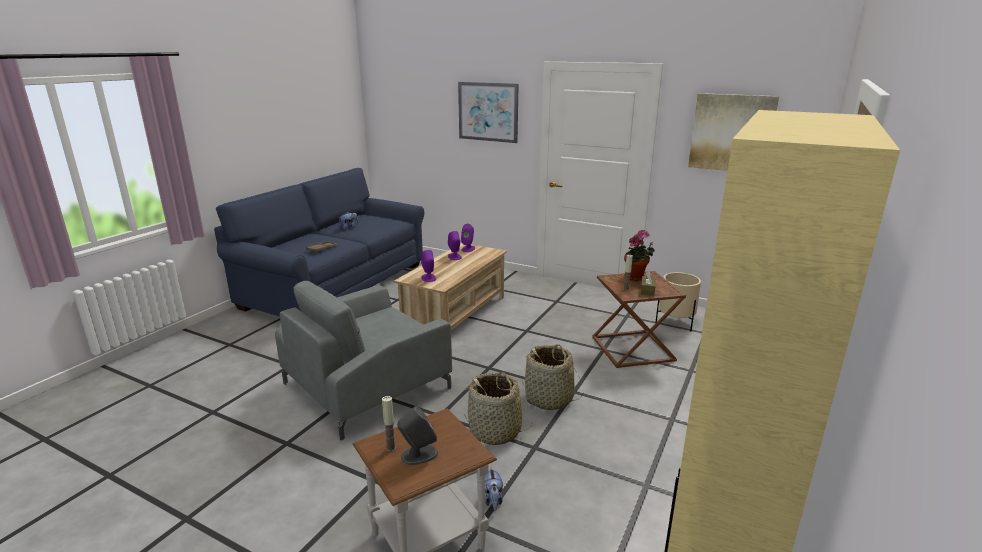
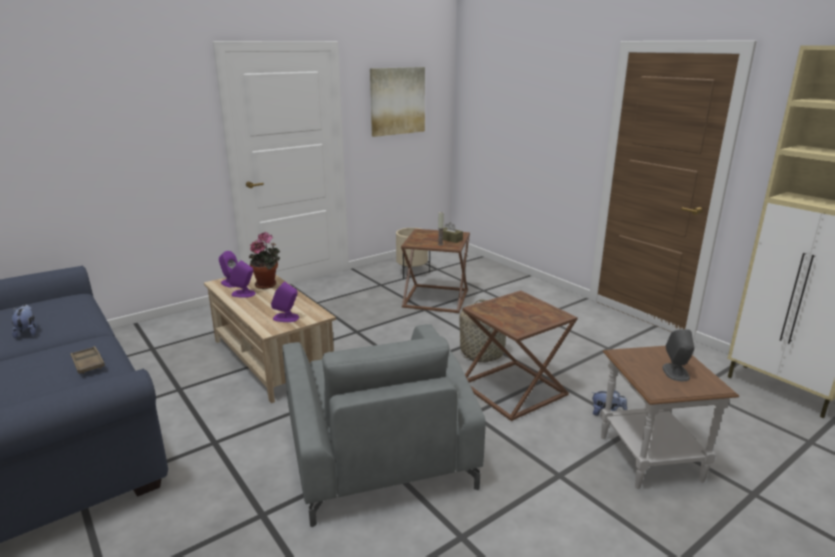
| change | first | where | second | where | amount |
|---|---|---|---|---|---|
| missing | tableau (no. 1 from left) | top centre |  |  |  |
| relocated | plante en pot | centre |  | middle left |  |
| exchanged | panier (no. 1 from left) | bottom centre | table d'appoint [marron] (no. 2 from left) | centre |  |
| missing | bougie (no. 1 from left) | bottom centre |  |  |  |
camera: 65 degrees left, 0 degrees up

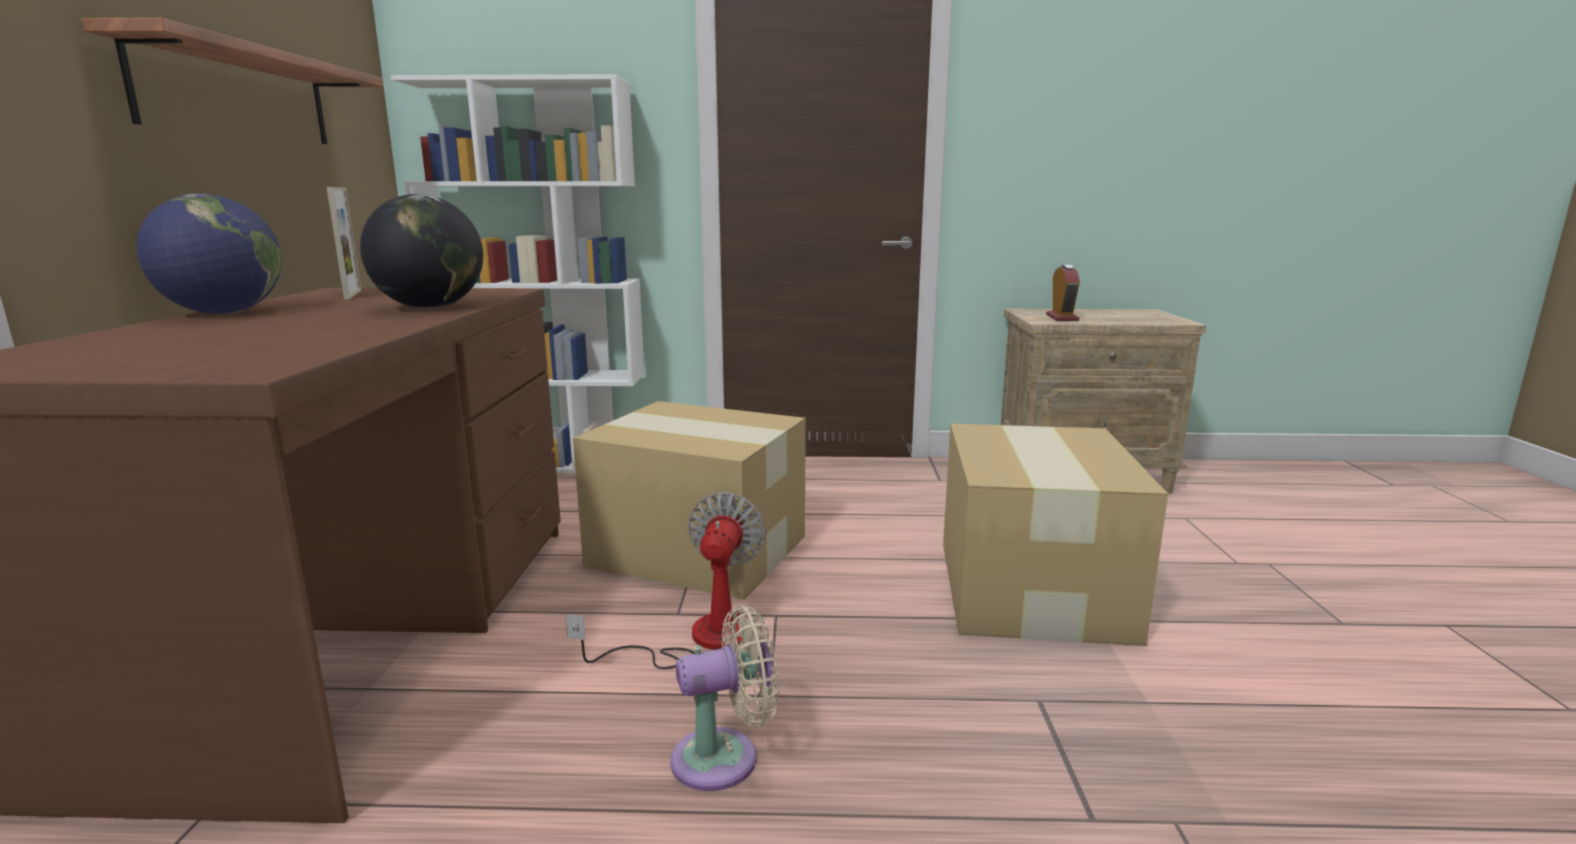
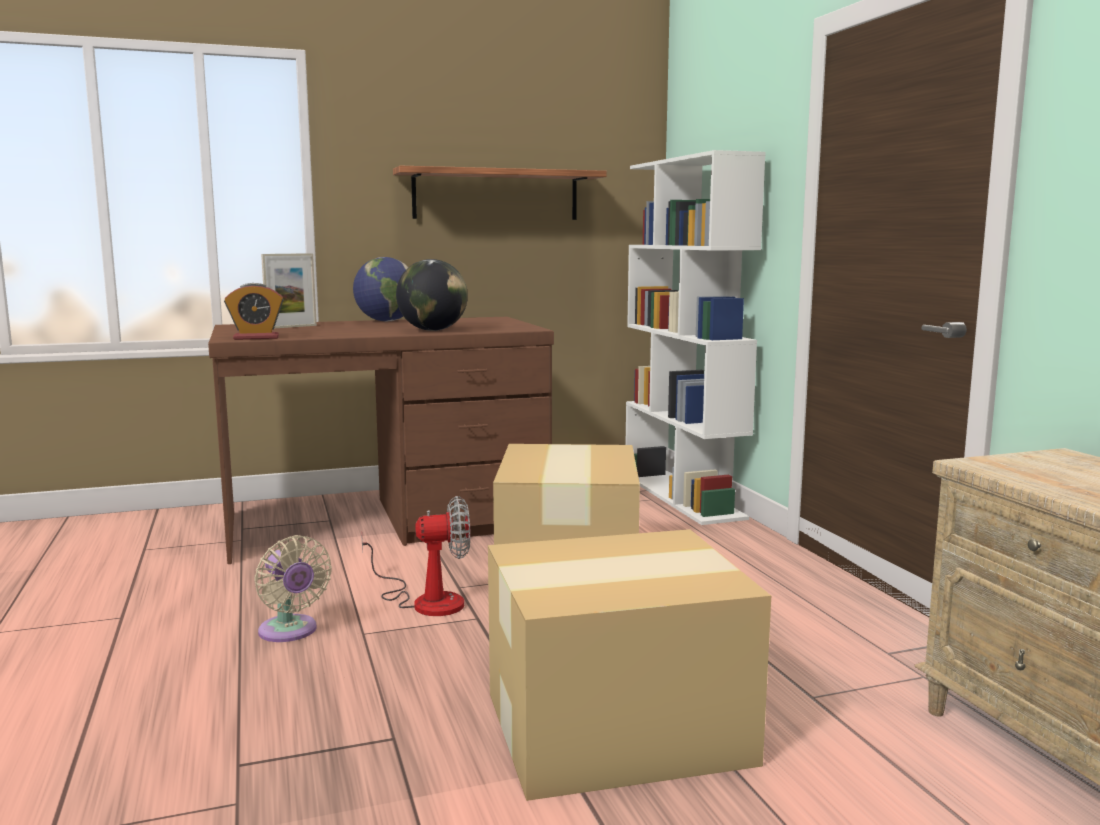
| change | first | where | second | where | amount |
|---|---|---|---|---|---|
| relocated | cadre photo | top left |  | middle left |  |
| relocated | réveil | middle right |  | middle left |  |
camera: 70 degrees right, 5 degrees down

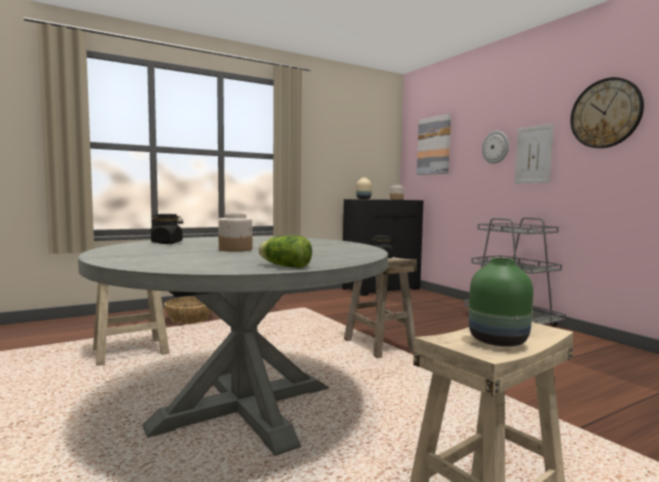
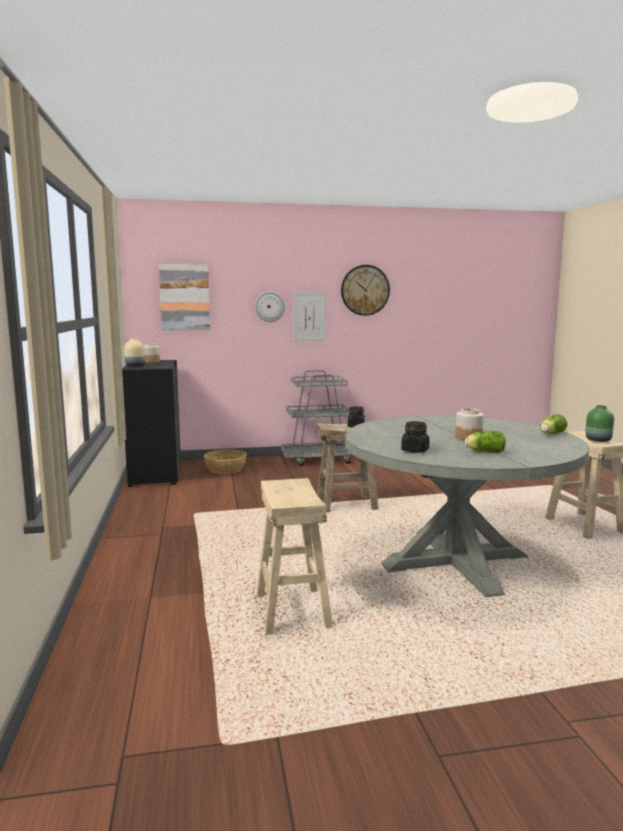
| change | first | where | second | where | amount |
|---|---|---|---|---|---|
| relocated | panier | middle left |  | centre |  |
| appeared |  |  | laitue (no. 1 from left) | middle right |  |
camera: 70 degrees left, 5 degrees up

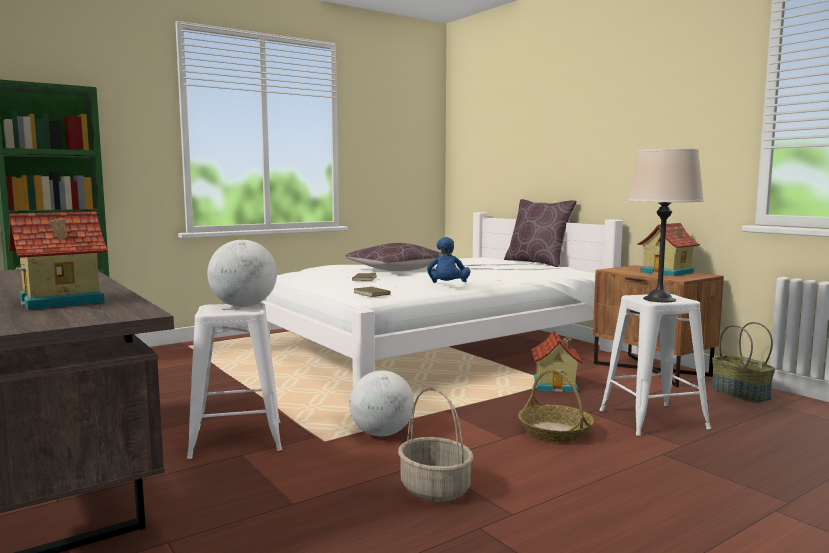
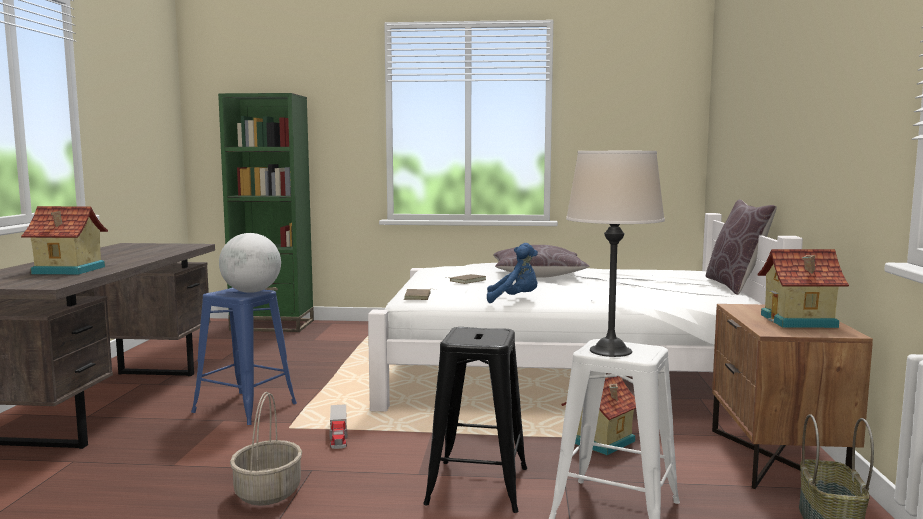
| change | first | where | second | where | amount |
|---|---|---|---|---|---|
| spun | peluche [bleu] | centre |  | centre | 135 degrees counterclockwise |
| colour | tabouret [blanc] (no. 1 from left) | bottom left | tabouret [bleu] | bottom left |  |
| exchanged | panier (no. 2 from left) | bottom right | tabouret [noir] | bottom centre |  |
| exchanged | globe (no. 2 from left) | bottom centre | camion jouet | bottom centre |  |
camera: 40 degrees right, 0 degrees up

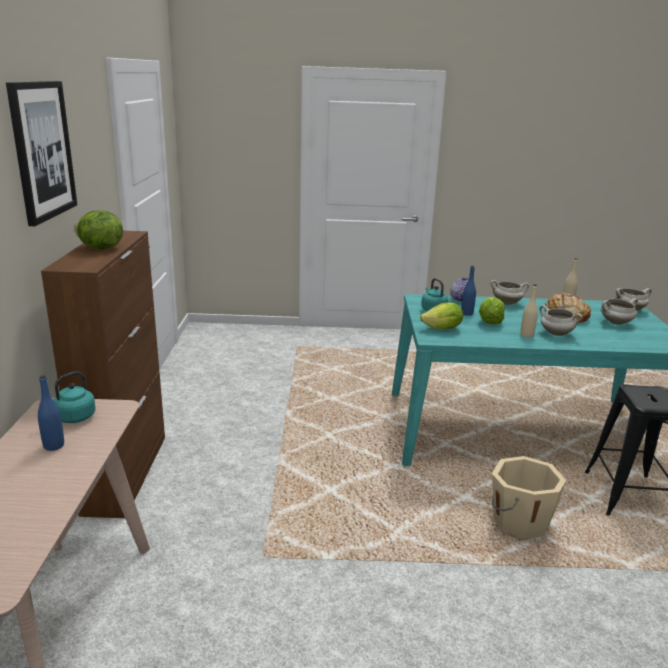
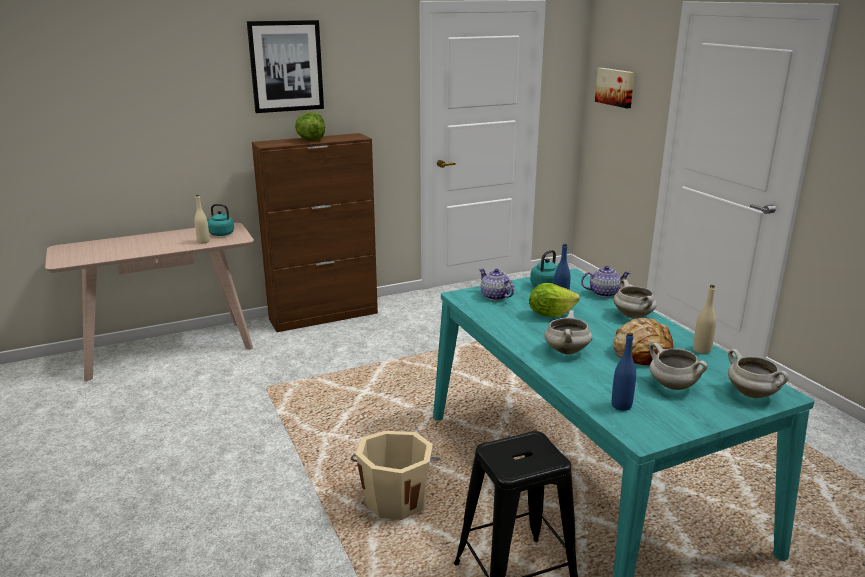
| change | first | where | second | where | amount |
|---|---|---|---|---|---|
| relocated | bouteille [beige] (no. 1 from left) | middle right |  | middle left |  |
| exchanged | laitue (no. 2 from left) | centre | théière (no. 1 from left) | centre |  |
| relocated | bouteille [bleu] (no. 1 from left in the first image) | middle left | bouteille [bleu] (no. 2 from left) | middle right |  |
| appeared |  |  | tableau (no. 2 from left) | top right |  |
camera: 65 degrees right, 0 degrees up

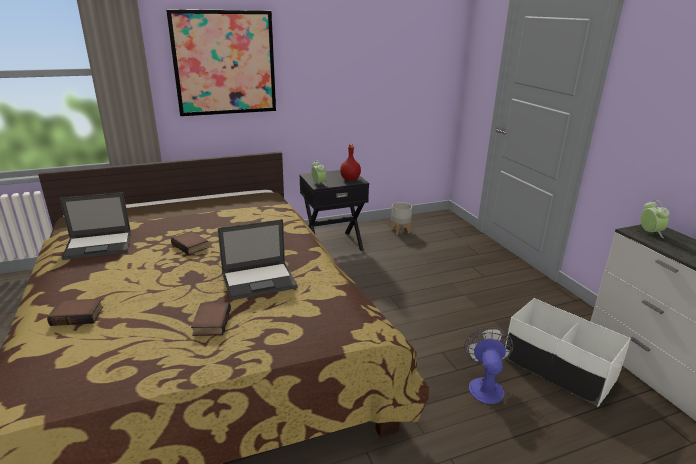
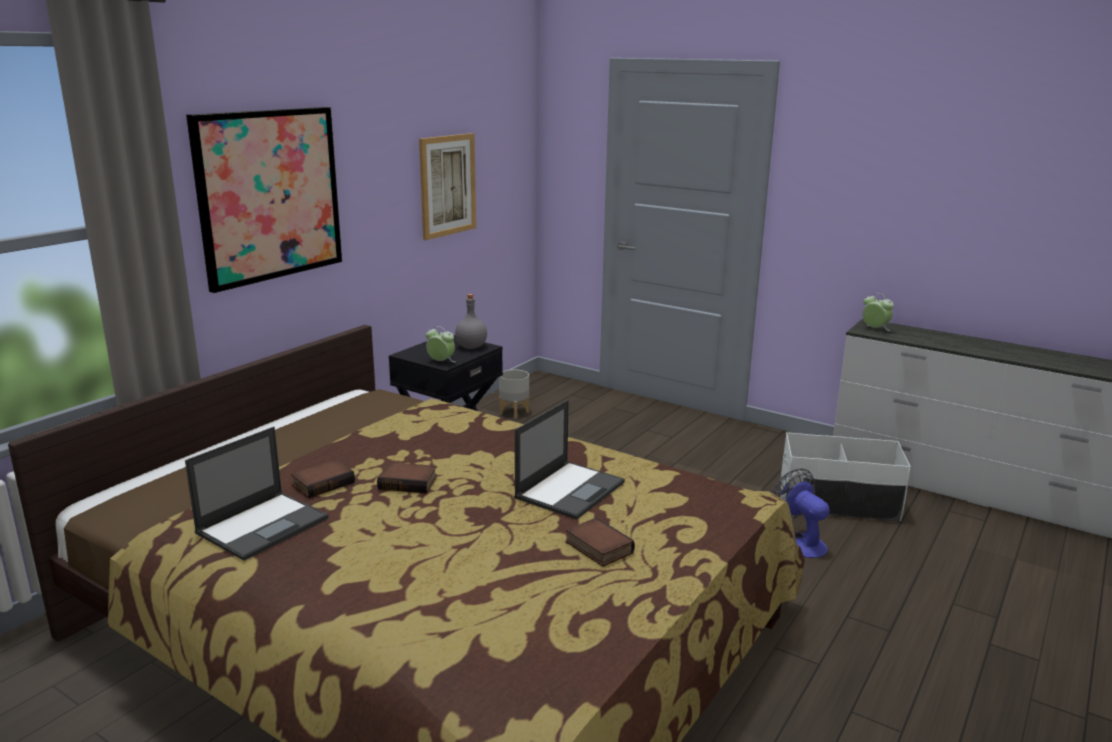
| change | first | where | second | where | amount |
|---|---|---|---|---|---|
| colour | bouteille [rouge] | centre | bouteille [gris] | centre |  |
| relocated | livre (no. 1 from left) | bottom left |  | middle left |  |
| appeared |  |  | tableau (no. 2 from left) | top centre |  |
camera: 35 degrees left, 5 degrees down

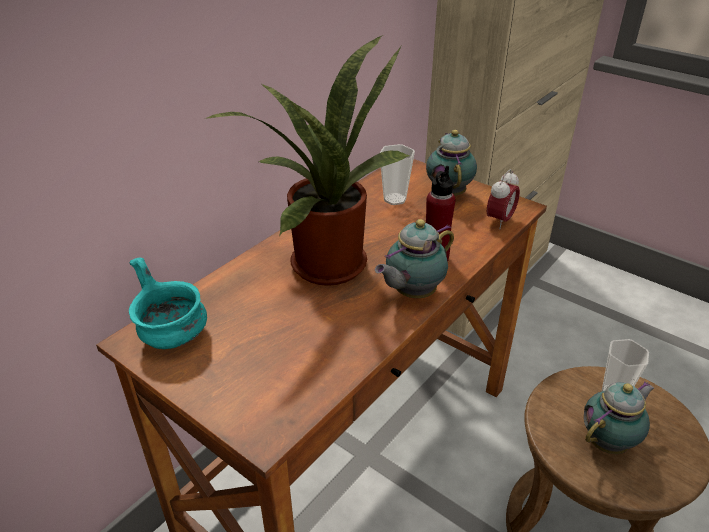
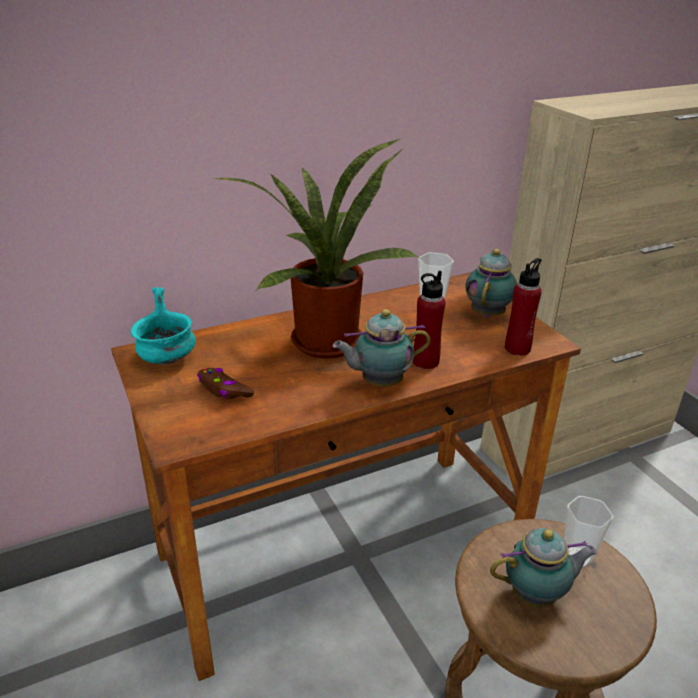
| change | first | where | second | where | amount |
|---|---|---|---|---|---|
| exchanged | réveil | middle right | bouteille [rouge] (no. 2 from left) | middle right |  |
| appeared |  |  | manette [marron] | middle left |  |
camera: 25 degrees right, 5 degrees down

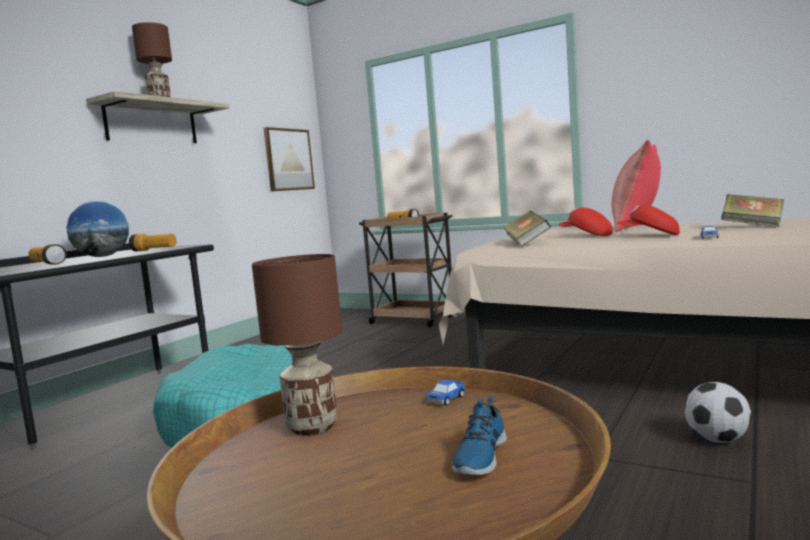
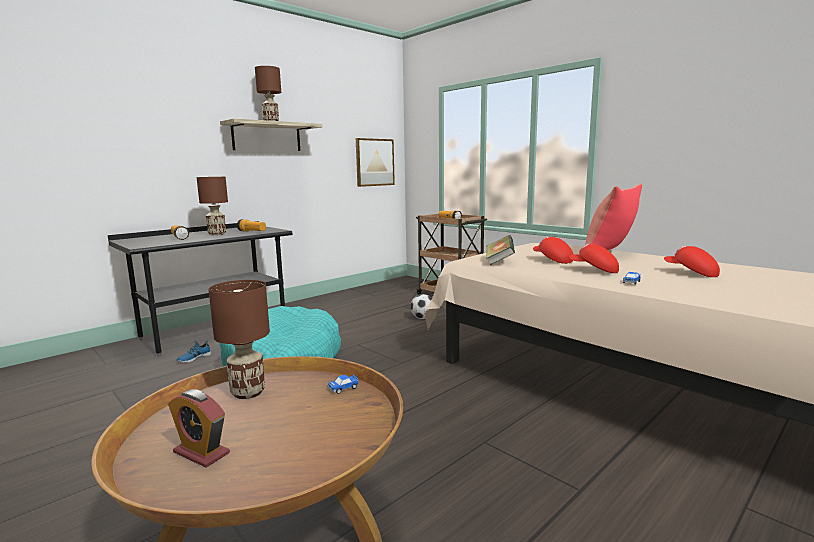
| change | first | where | second | where | amount |
|---|---|---|---|---|---|
| exchanged | livre (no. 2 from left) | middle right | casquette [rouge] (no. 3 from left) | middle right |  |
| exchanged | globe | middle left | lampe de table [marron] (no. 1 from left) | middle left |  |
| relocated | ballon de foot | bottom right |  | centre |  |
| relocated | chaussure | bottom centre |  | middle left |  |
| appeared |  |  | réveil | bottom left |  |
camera: 15 degrees right, 5 degrees up

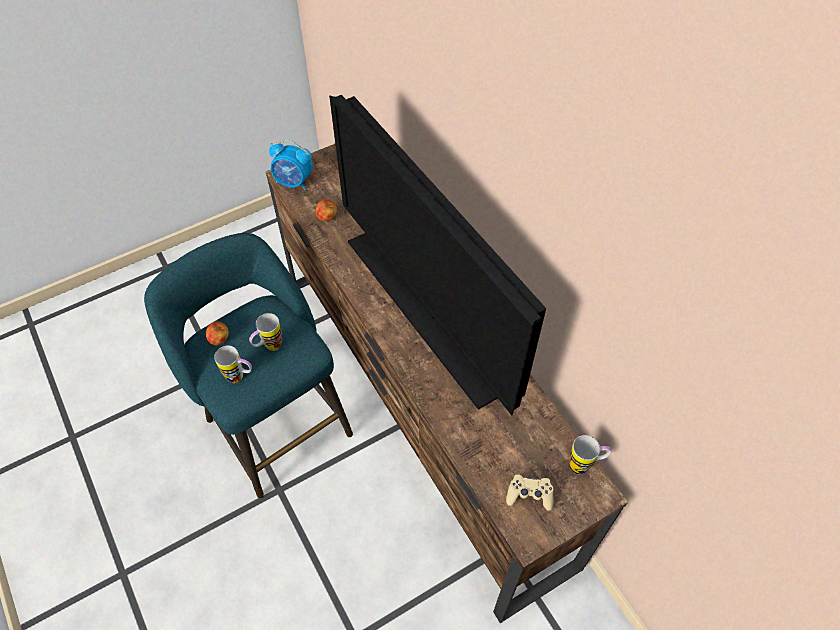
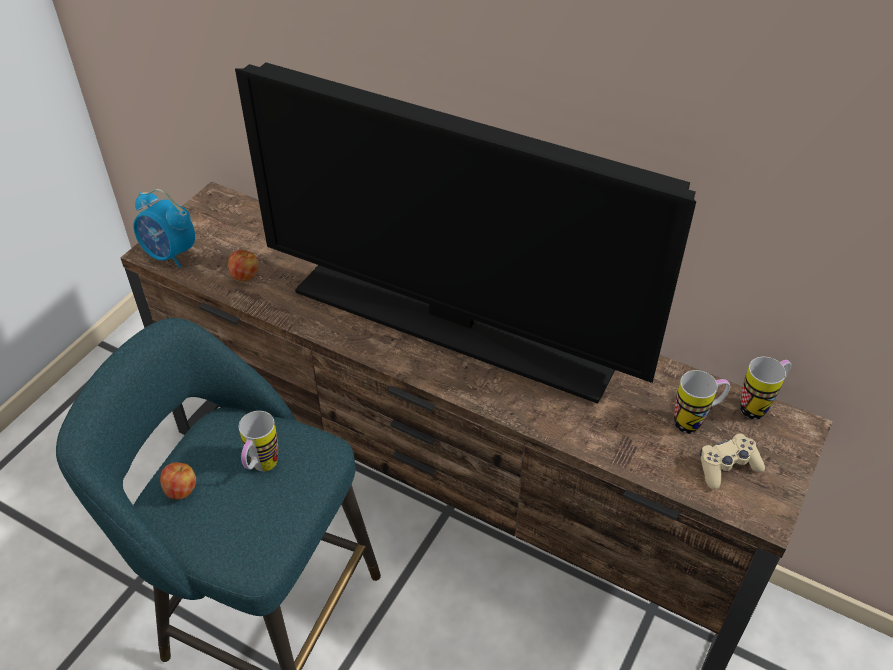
| change | first | where | second | where | amount |
|---|---|---|---|---|---|
| spun | réveil | top centre |  | middle left | 45 degrees clockwise |
| relocated | mug (no. 1 from left in the first image) | middle left | mug (no. 2 from left) | middle right |  |
camera: 30 degrees left, 10 degrees down

